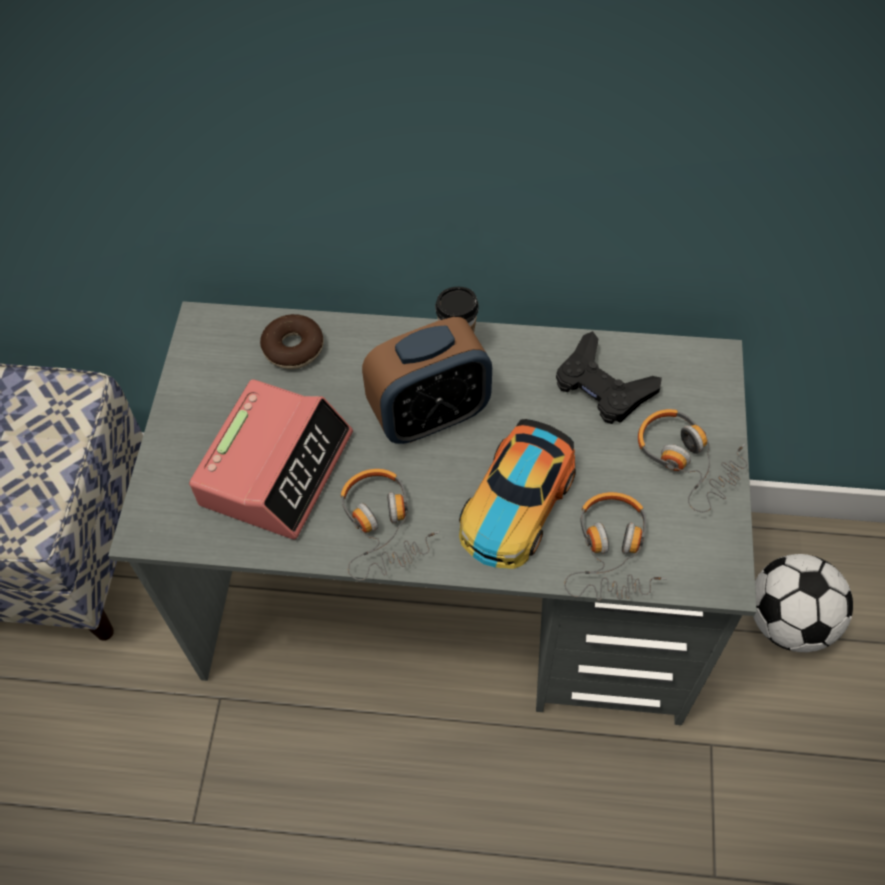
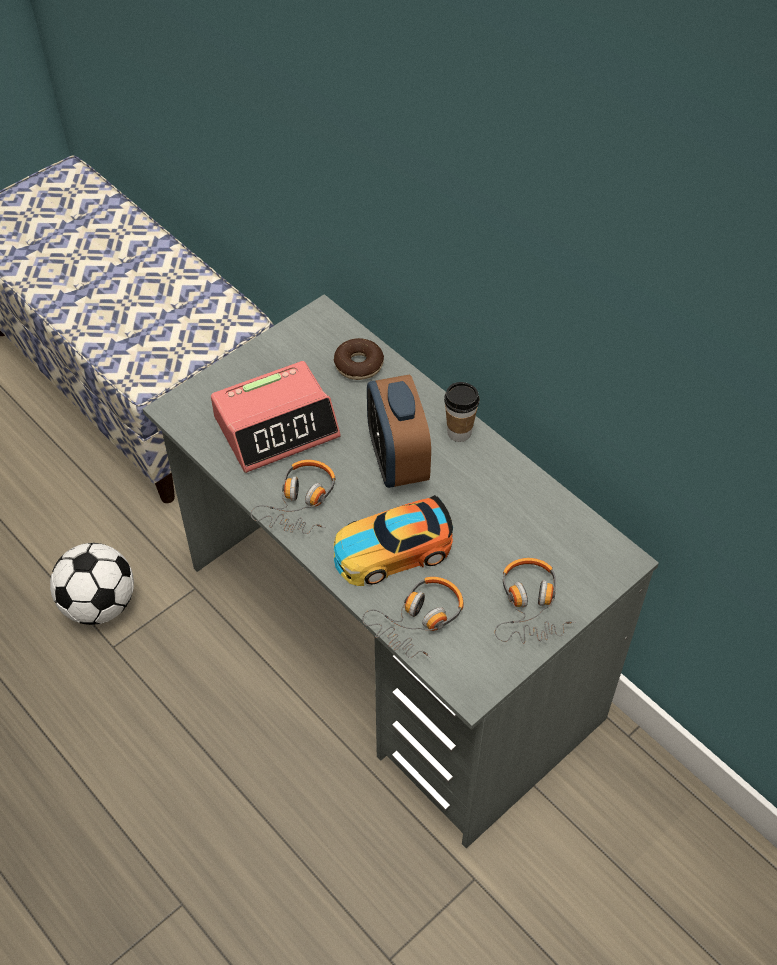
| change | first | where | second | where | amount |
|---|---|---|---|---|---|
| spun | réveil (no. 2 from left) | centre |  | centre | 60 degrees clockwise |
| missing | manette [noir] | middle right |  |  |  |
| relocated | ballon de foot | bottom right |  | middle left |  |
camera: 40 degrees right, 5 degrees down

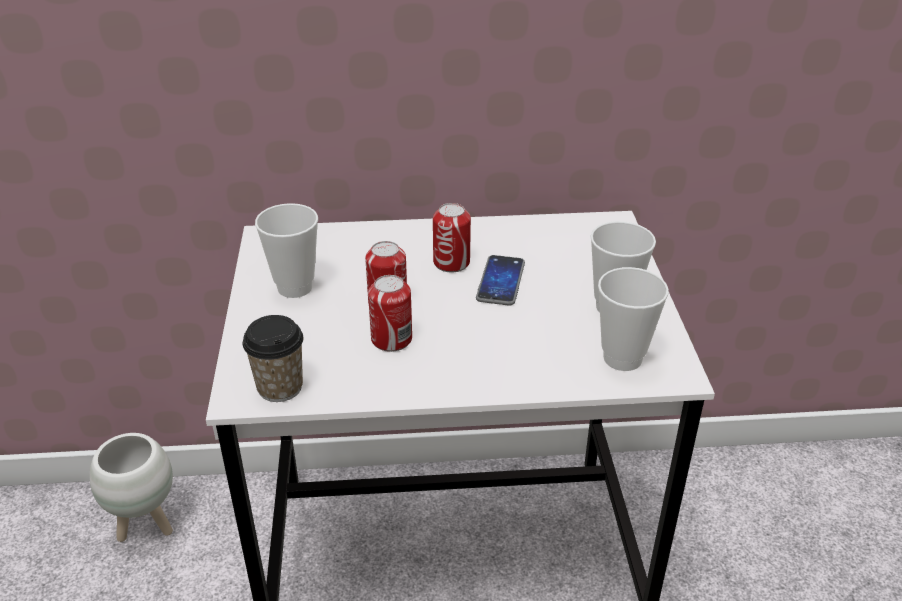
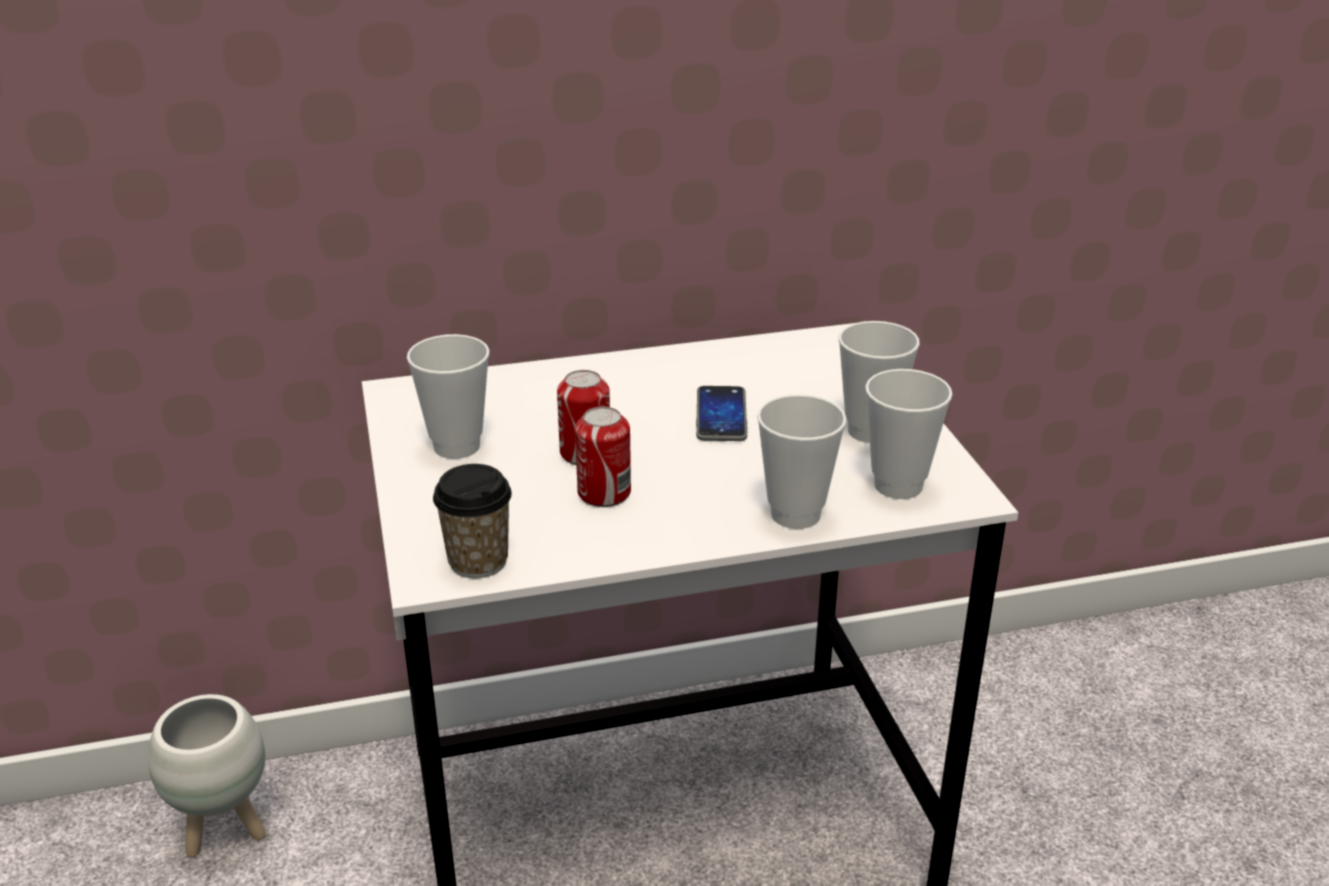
| change | first | where | second | where | amount |
|---|---|---|---|---|---|
| missing | boîte métallique (no. 3 from left) | centre |  |  |  |
| appeared |  |  | tasse (no. 3 from left) | centre |  |
camera: 10 degrees left, 5 degrees down

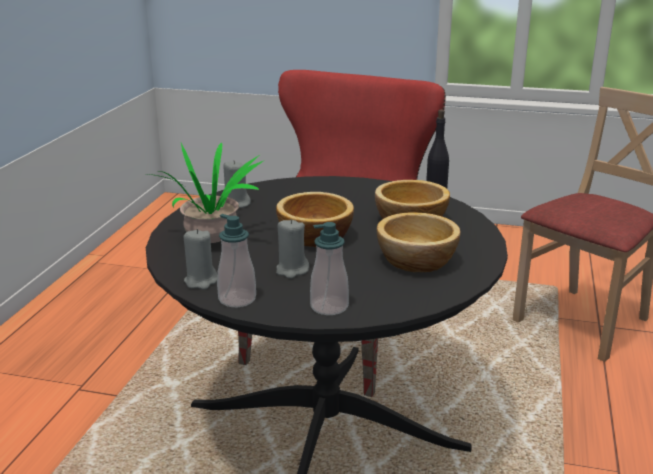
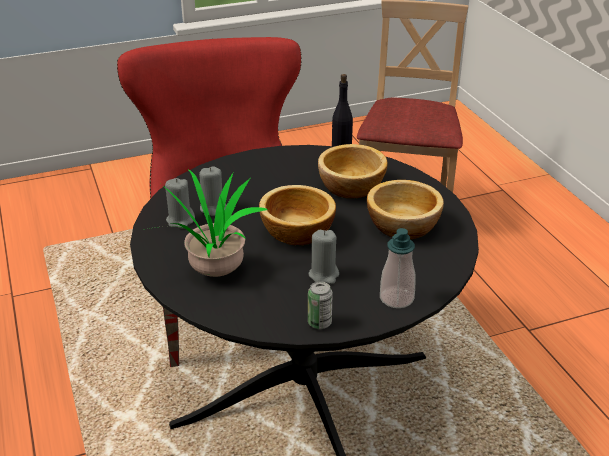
| change | first | where | second | where | amount |
|---|---|---|---|---|---|
| exchanged | distributeur de savon (no. 1 from left) | centre | boîte métallique | bottom centre |  |
| relocated | bougie [gris] (no. 1 from left in the first image) | middle left | bougie [gris] (no. 2 from left) | centre |  |
camera: 35 degrees left, 10 degrees up

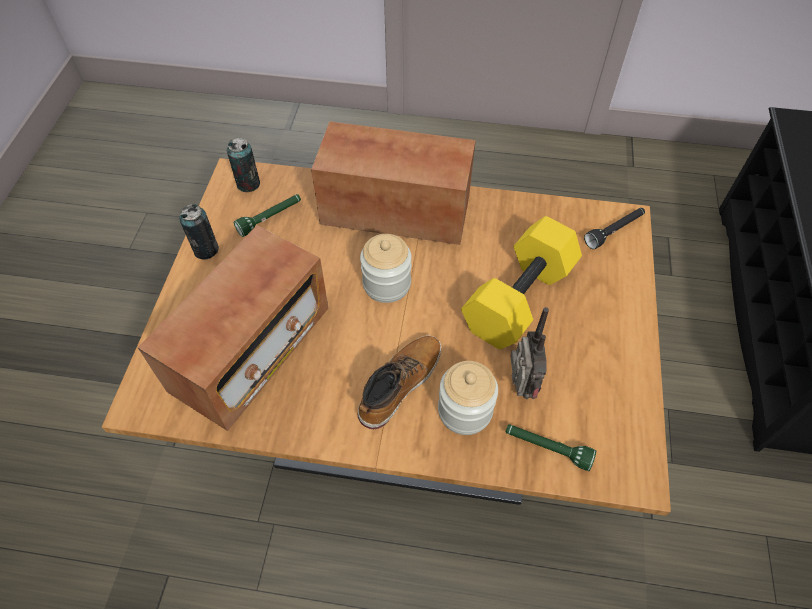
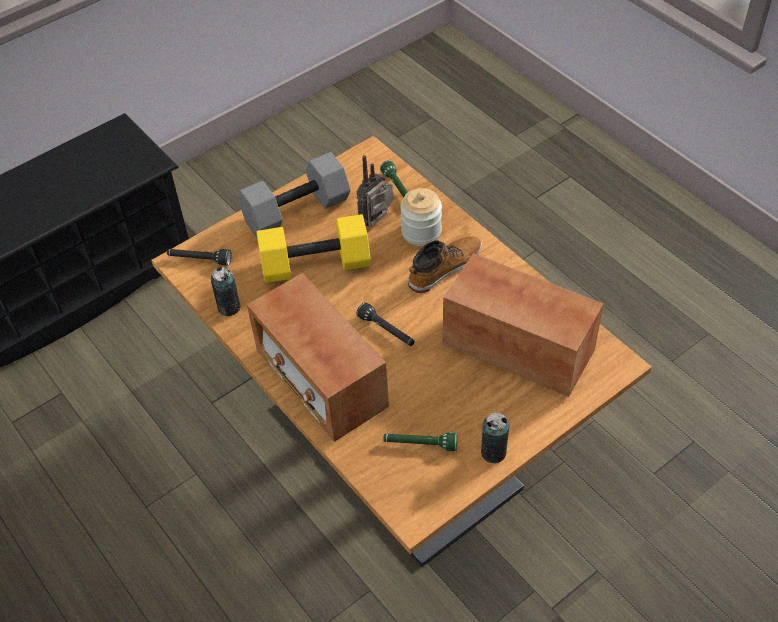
| change | first | where | second | where | amount |
|---|---|---|---|---|---|
| relocated | boîte métallique (no. 2 from left in the first image) | top left | boîte métallique (no. 1 from left) | middle left |  |
| spun | radio (no. 1 from left in the first image) | middle left | radio (no. 3 from left) | middle right | 45 degrees clockwise |
| exchanged | bocal (no. 1 from left) | centre | lampe de poche [noir] (no. 2 from left) | centre |  |
| spun | botte | centre |  | centre | 150 degrees clockwise |
| appeared |  |  | haltère [gris] | top centre |  |
camera: 135 degrees left, 5 degrees down

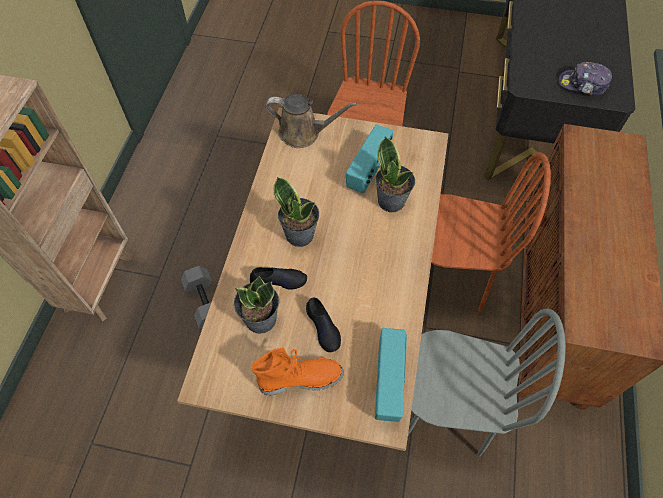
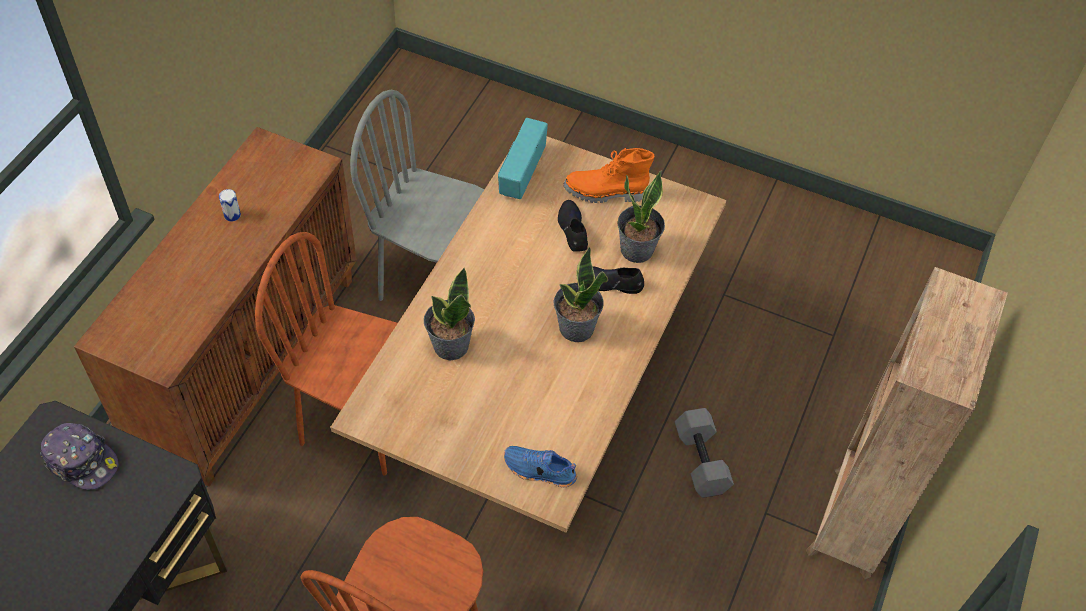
| change | first | where | second | where | amount |
|---|---|---|---|---|---|
| exchanged | arrosoir [marron] | top centre | chaussure [bleu] | bottom centre |  |
| missing | radio (no. 1 from left) | top centre |  |  |  |
| appeared |  |  | boîte métallique | middle left |  |
camera: 170 degrees left, 5 degrees down

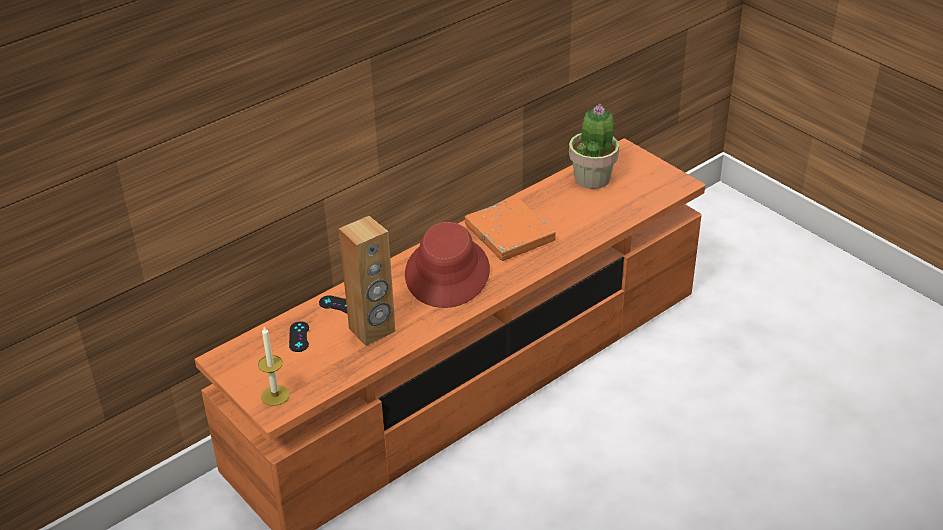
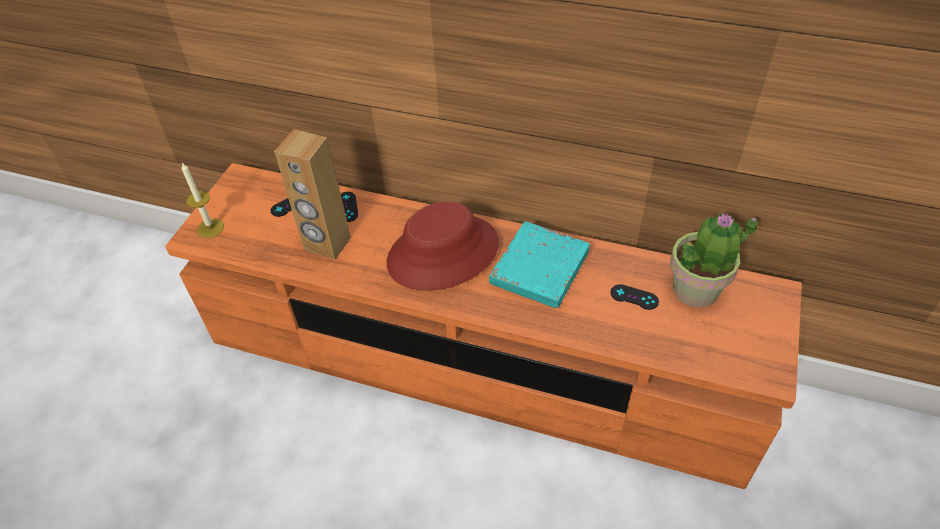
| change | first | where | second | where | amount |
|---|---|---|---|---|---|
| colour | livre [orange] | centre | livre [turquoise] | centre |  |
| appeared |  |  | manette [noir] (no. 3 from left) | middle right |  |
camera: 60 degrees right, 10 degrees up

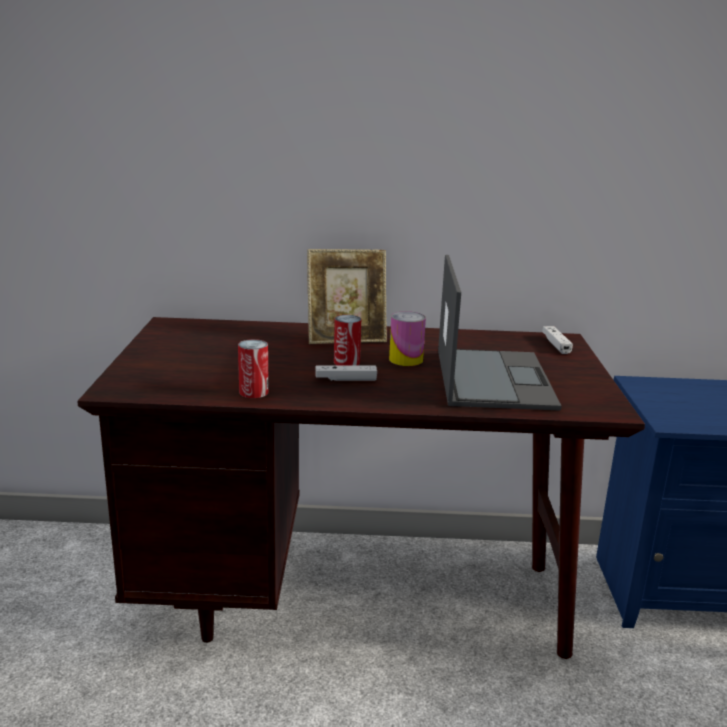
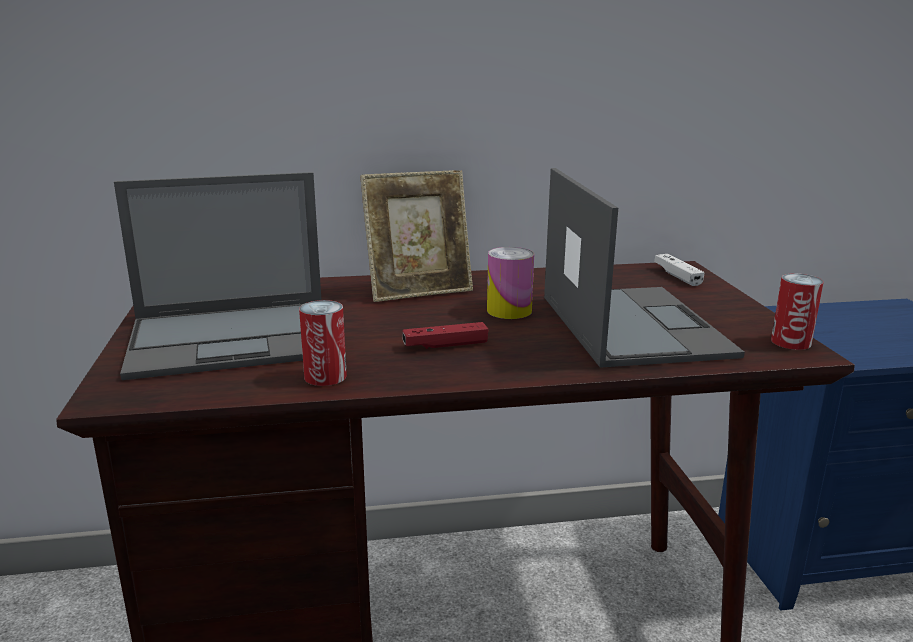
| change | first | where | second | where | amount |
|---|---|---|---|---|---|
| relocated | boîte métallique (no. 2 from left in the first image) | centre | boîte métallique (no. 3 from left) | middle right |  |
| colour | manette [blanc] (no. 1 from left) | centre | manette [rouge] | centre |  |
| appeared |  |  | ordinateur portable (no. 1 from left) | middle left |  |
camera: 10 degrees left, 0 degrees up

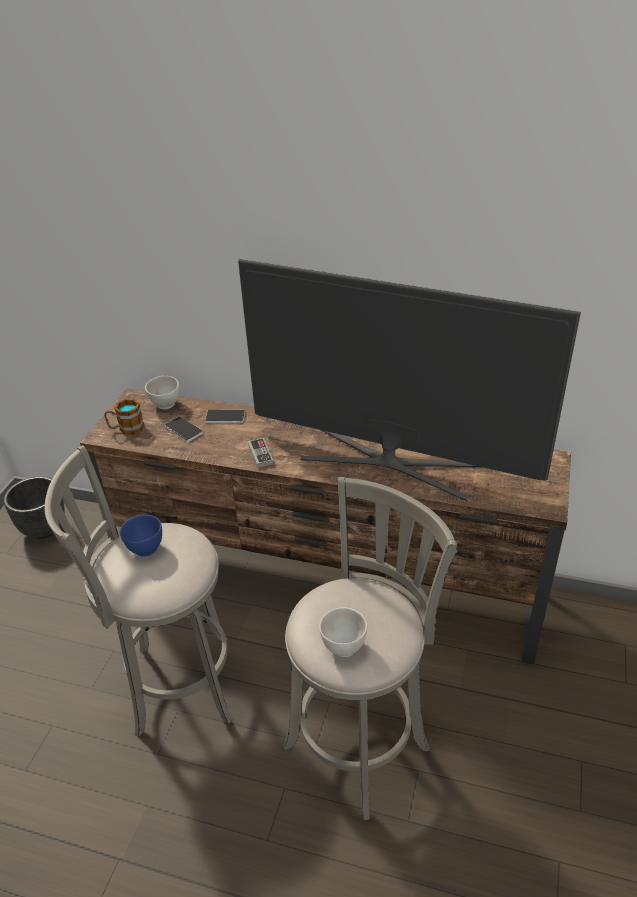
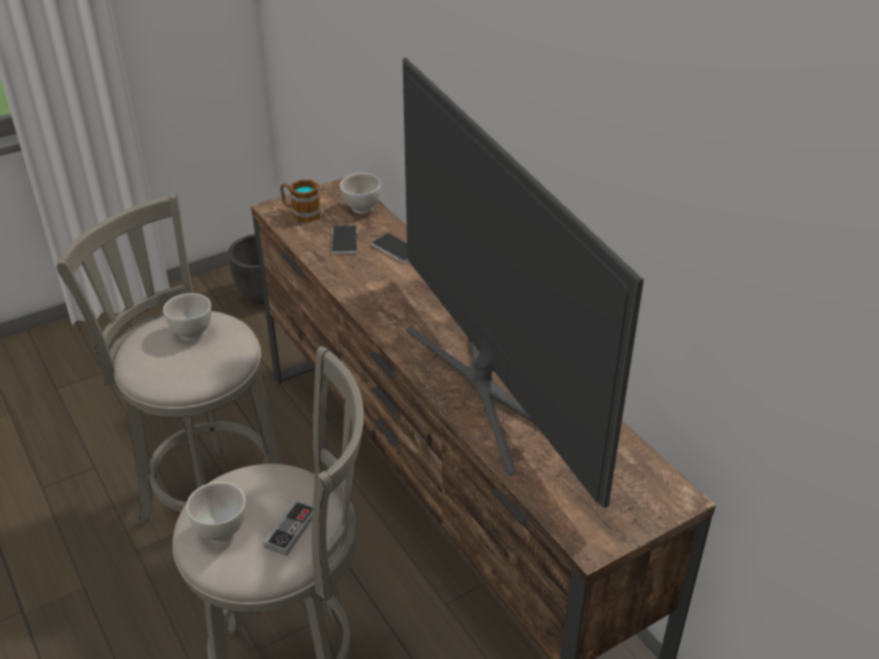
| change | first | where | second | where | amount |
|---|---|---|---|---|---|
| relocated | manette | centre |  | bottom left |  |
| colour | bol [bleu] | middle left | bol [blanc] (no. 1 from left) | middle left |  |
camera: 40 degrees right, 0 degrees up

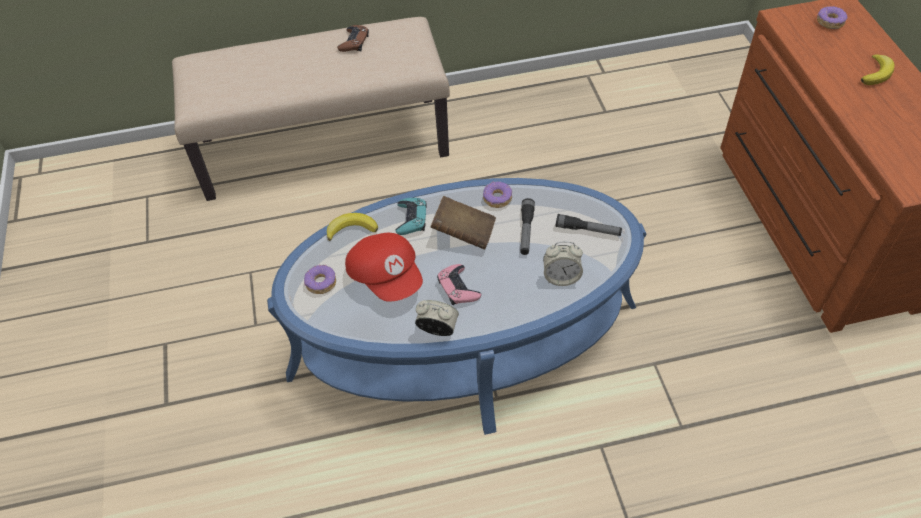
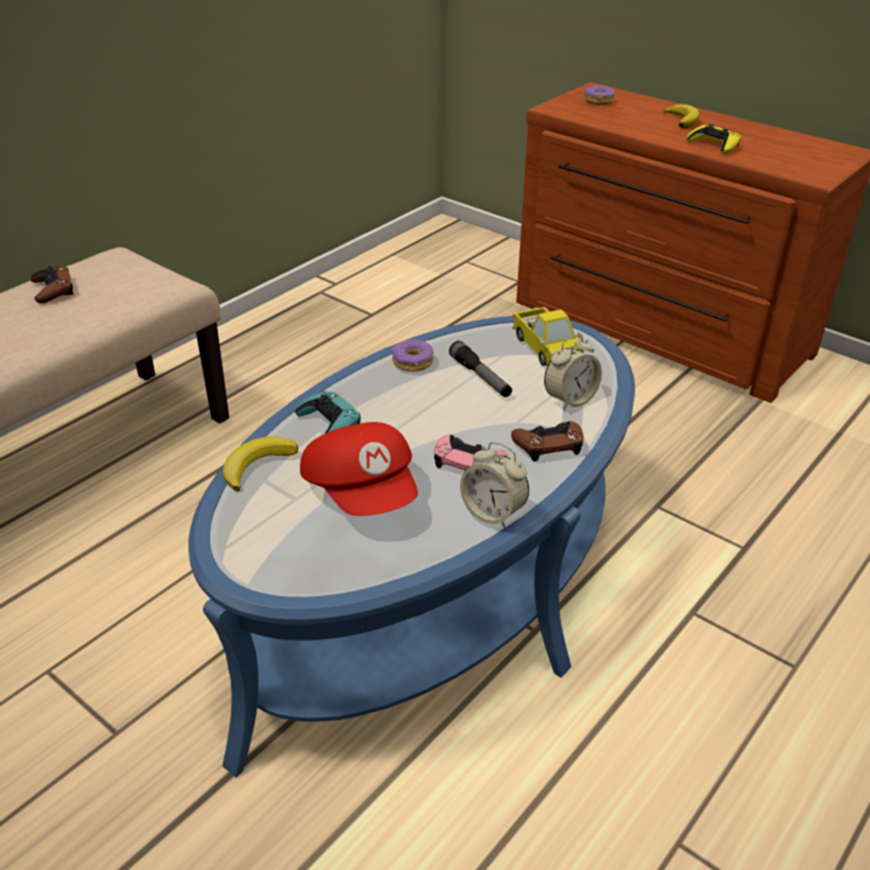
| change | first | where | second | where | amount |
|---|---|---|---|---|---|
| missing | livre [marron] | centre |  |  |  |
| exchanged | lampe de poche (no. 2 from left) | centre | camion jouet | centre |  |
| spun | casquette [rouge] | centre |  | centre | 45 degrees clockwise |
| missing | beignet (no. 1 from left) | centre |  |  |  |
| spun | réveil (no. 1 from left) | centre |  | centre | 120 degrees counterclockwise |
| appeared |  |  | manette [jaune] | top right |  |
| appeared |  |  | manette [marron] (no. 2 from left) | centre |  |
camera: 40 degrees left, 15 degrees down

